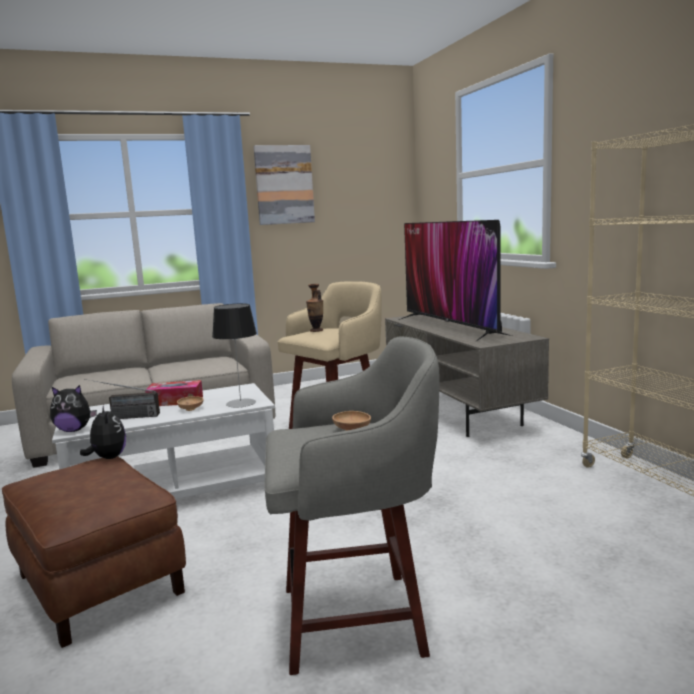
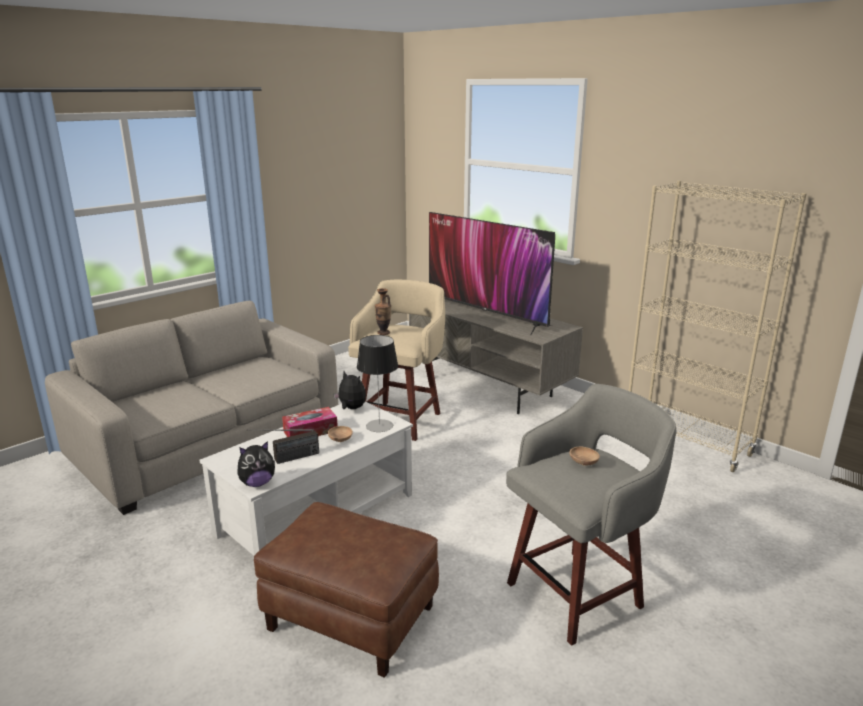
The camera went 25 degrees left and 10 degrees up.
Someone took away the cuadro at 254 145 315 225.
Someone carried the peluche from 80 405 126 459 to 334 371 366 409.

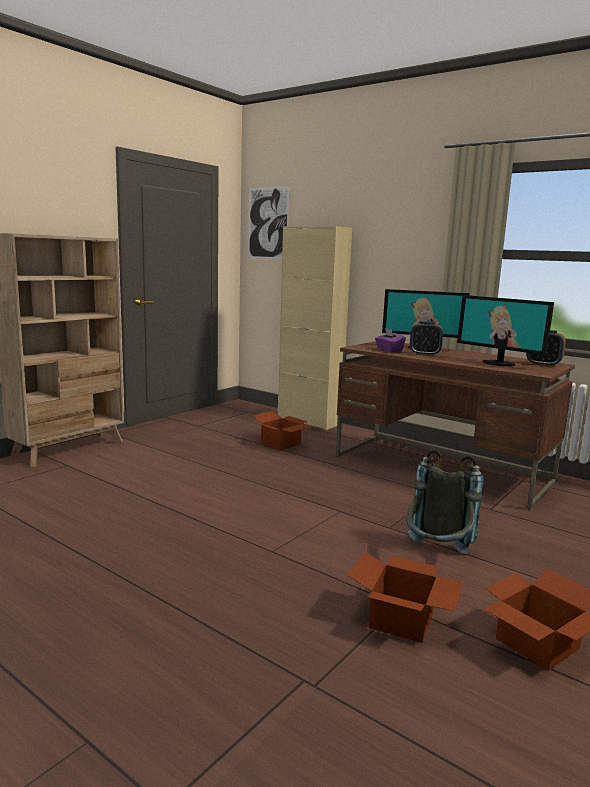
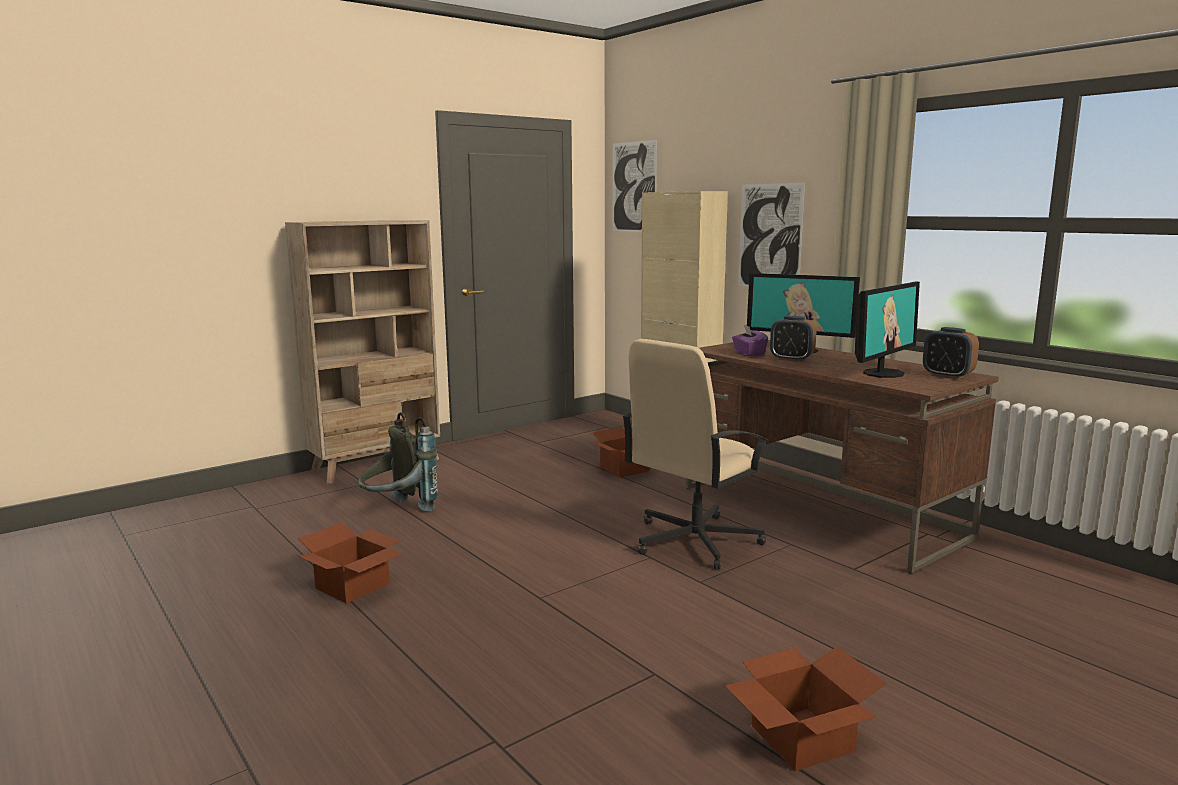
The camera went 15 degrees right and 0 degrees up.
Someone put down the silla de oficina (beis) at 622 339 768 569.
Someone put up the cuadro at 738 183 805 287.
Someone carried the caja de cartón from 348 551 463 643 to 297 523 403 604.
Someone carried the mochila (gris) from 406 450 484 554 to 359 412 438 511.
Someone rotated the monitor at 457 295 554 366 by 105 degrees counterclockwise.

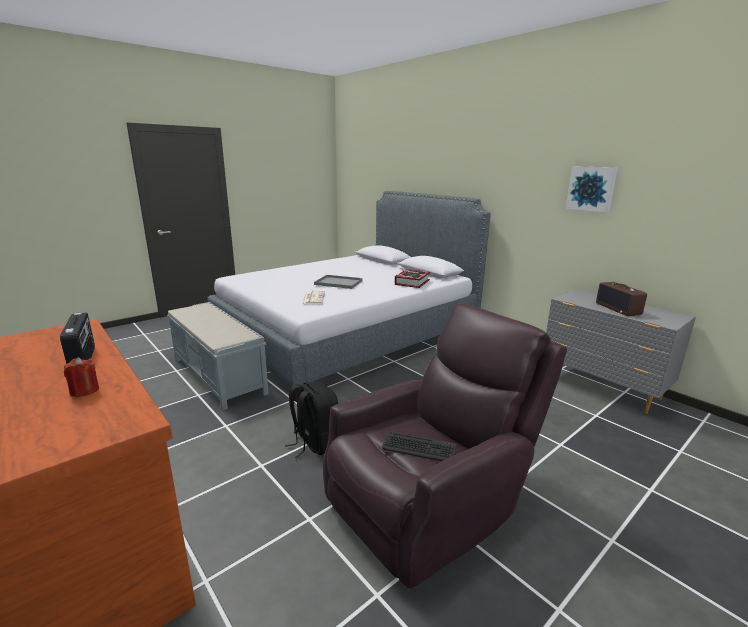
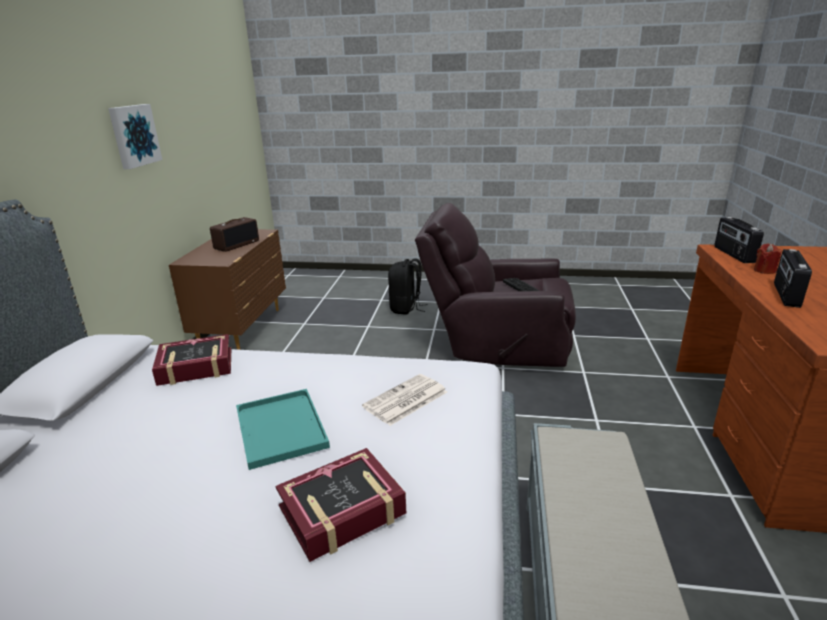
The camera went 130 degrees left and 5 degrees up.
Someone put down the libro at 276 448 406 562.
Someone put down the radio at 715 217 764 263.
Someone carried the mochila (negro) from 285 382 338 458 to 388 258 428 315.
Someone repainted the bandeja (gris) at 314 275 363 289, which became the bandeja (turquesa) at 236 389 330 470.
Someone repainted the cómoda (gris) at 546 290 696 414, which became the cómoda (marrón) at 169 229 286 350.

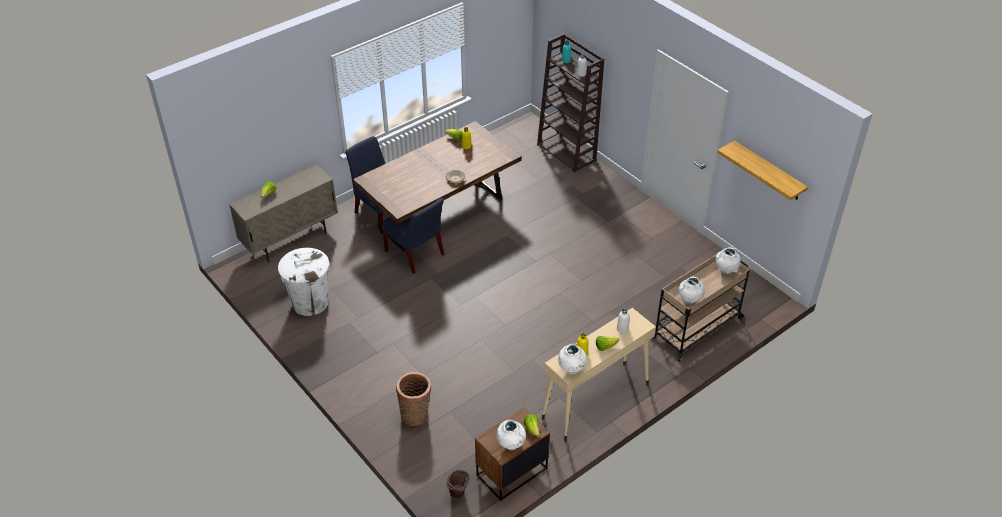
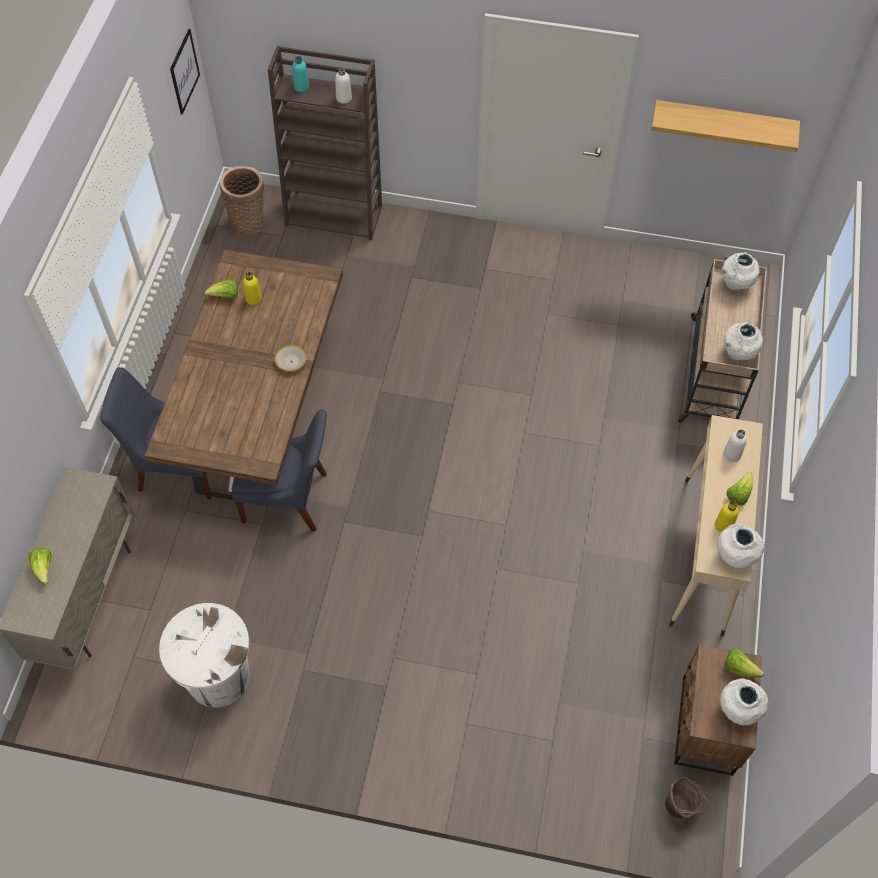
The camera went 40 degrees left and 15 degrees up.
Someone put up the cuadro at 170 29 200 115.
Someone carried the cesta from 396 372 431 426 to 220 166 264 236.

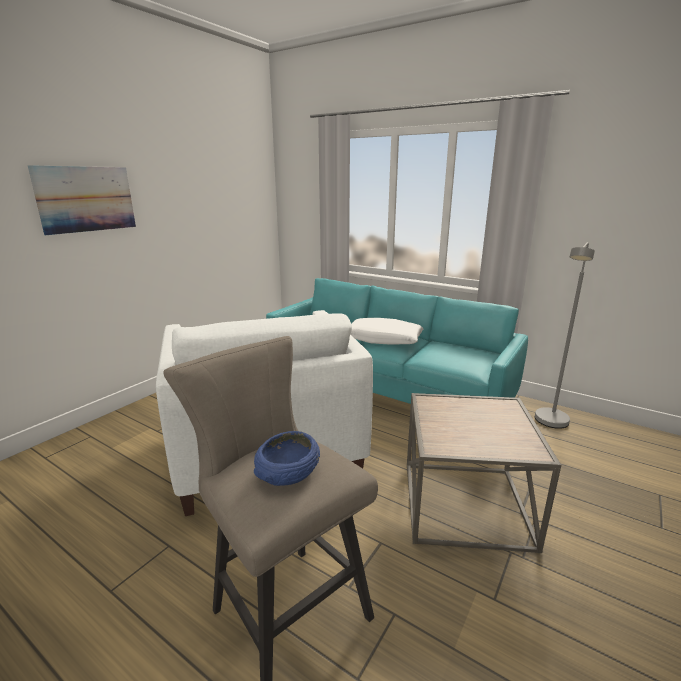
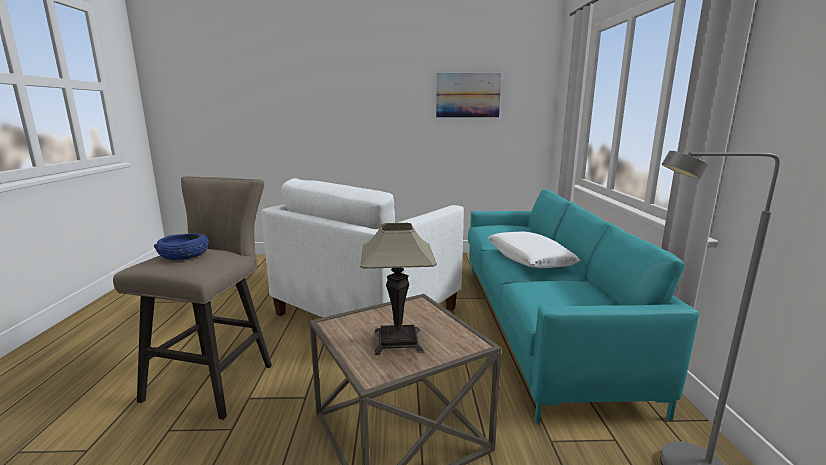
The camera went 55 degrees right and 5 degrees down.
Someone put down the lámpara de mesa at 360 223 437 355.
Someone carried the cuadro from 28 165 136 235 to 436 73 501 118.

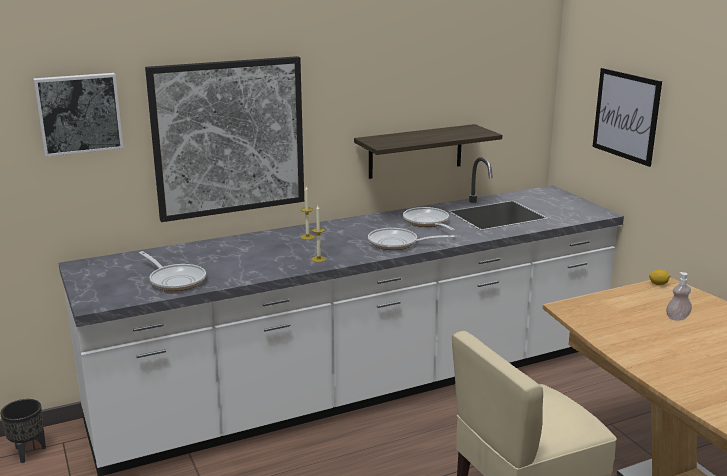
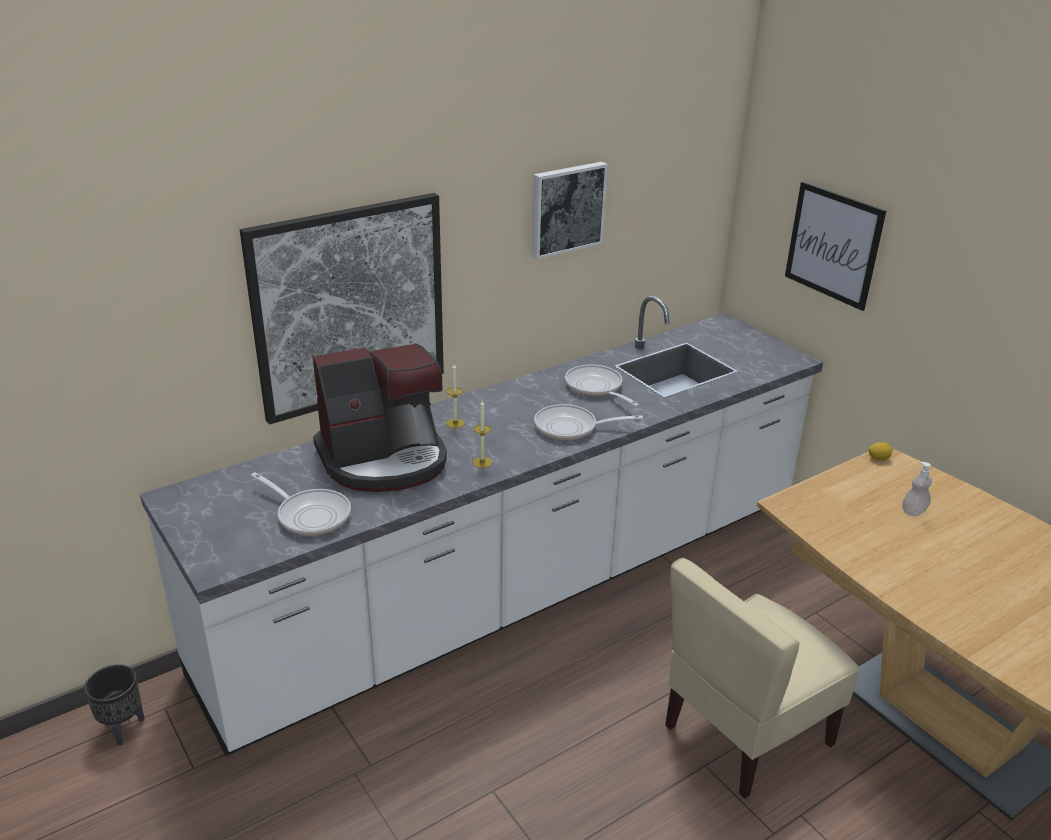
The camera went 10 degrees left and 10 degrees up.
Someone took away the estante at 354 124 502 179.
Someone put down the cafetera at 313 343 447 492.
Someone carried the cuadro from 33 73 124 157 to 531 162 608 259.

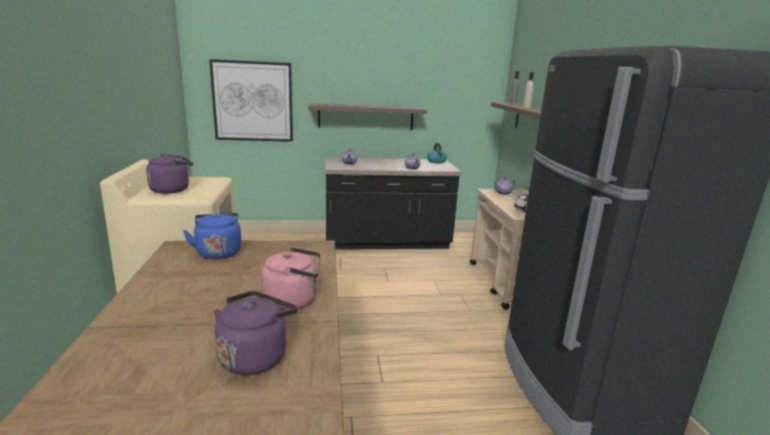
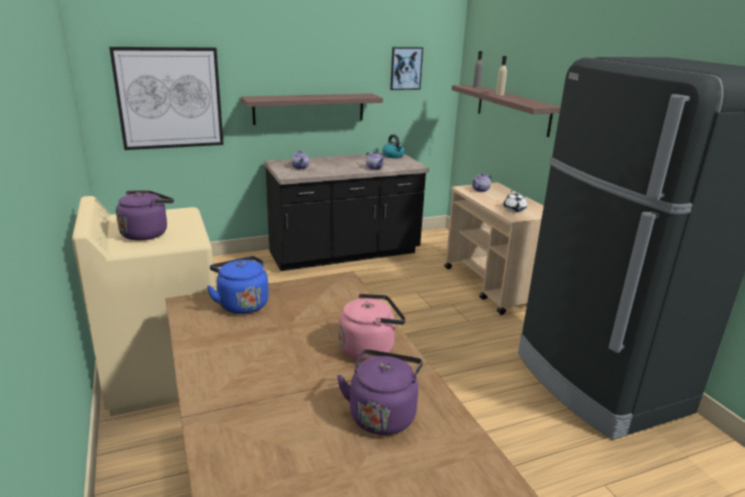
The camera went 15 degrees left and 5 degrees up.
Someone put up the cuadro at 390 47 423 90.

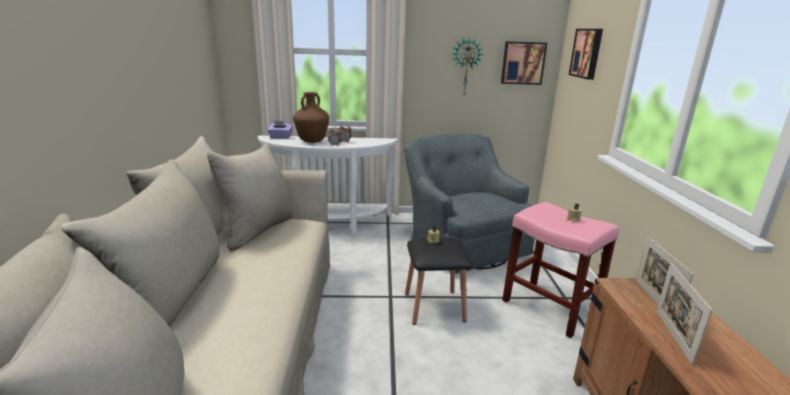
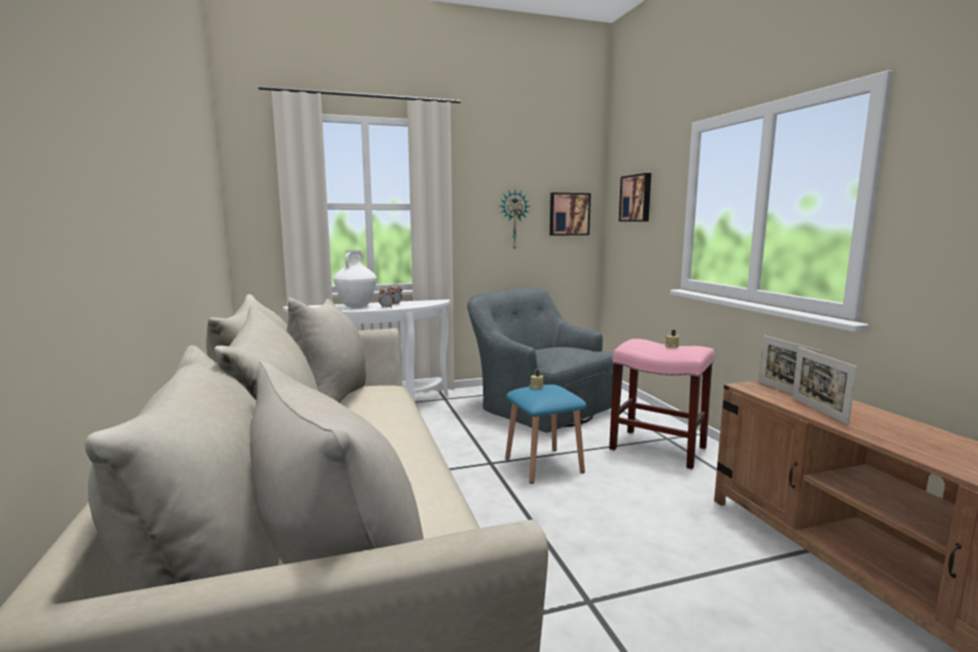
The camera went 15 degrees left and 10 degrees down.
Someone took away the caja de pañuelos (morado) at 268 121 293 139.
Someone repainted the florero (marrón) at 293 92 329 143, which became the florero (blanco) at 333 250 377 308.
Someone repainted the taburete (negro) at 405 238 472 325, which became the taburete (azul) at 505 384 586 484.

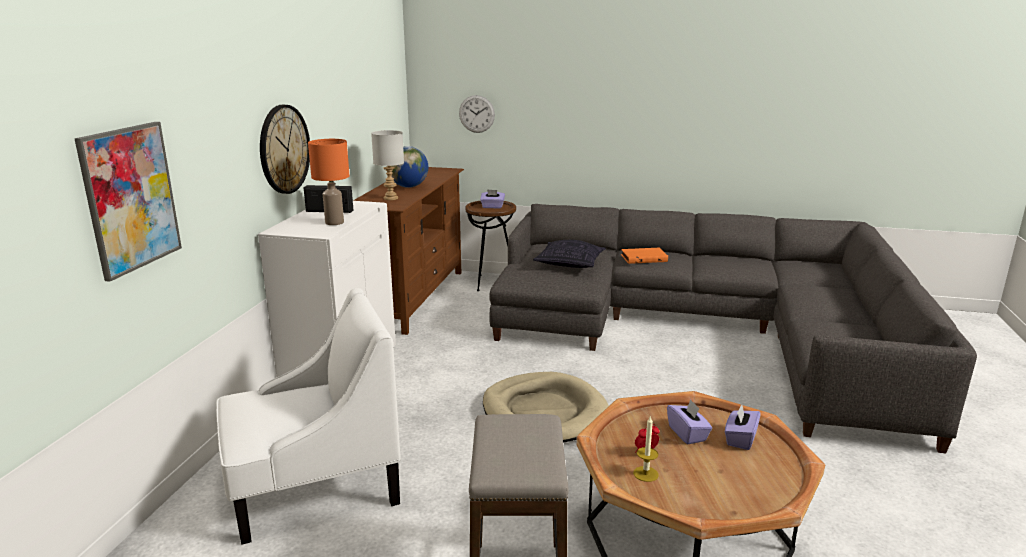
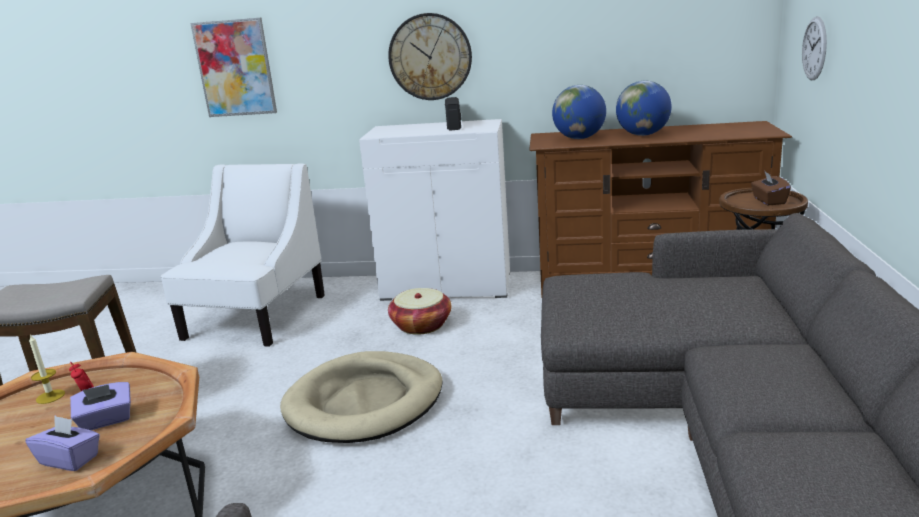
The camera went 85 degrees right and 0 degrees up.
Someone took away the lámpara de mesa (naranja) at 308 139 350 225.
Someone took away the cojín at 533 240 606 268.
Someone took away the libro (naranja) at 621 248 668 264.
Someone put down the cesta at 388 288 452 335.
Someone swapped the lámpara de mesa (gris) at 371 130 404 200 for the globo terráqueo at 552 85 606 139.
Someone repainted the caja de pañuelos (morado) at 480 189 505 209, which became the caja de pañuelos (marrón) at 751 172 791 205.
Someone rotated the sillón (blanco) at 216 288 401 545 by 135 degrees counterclockwise.

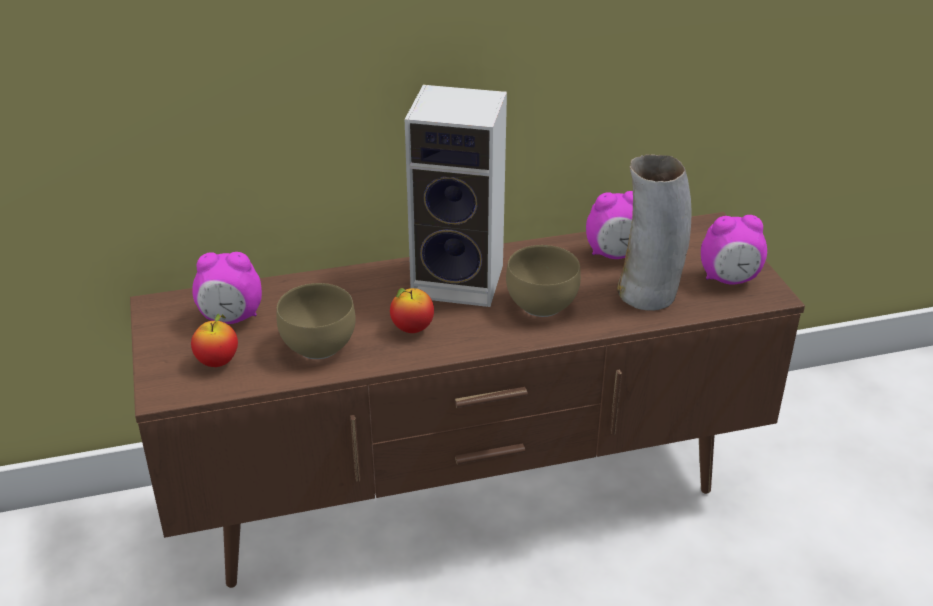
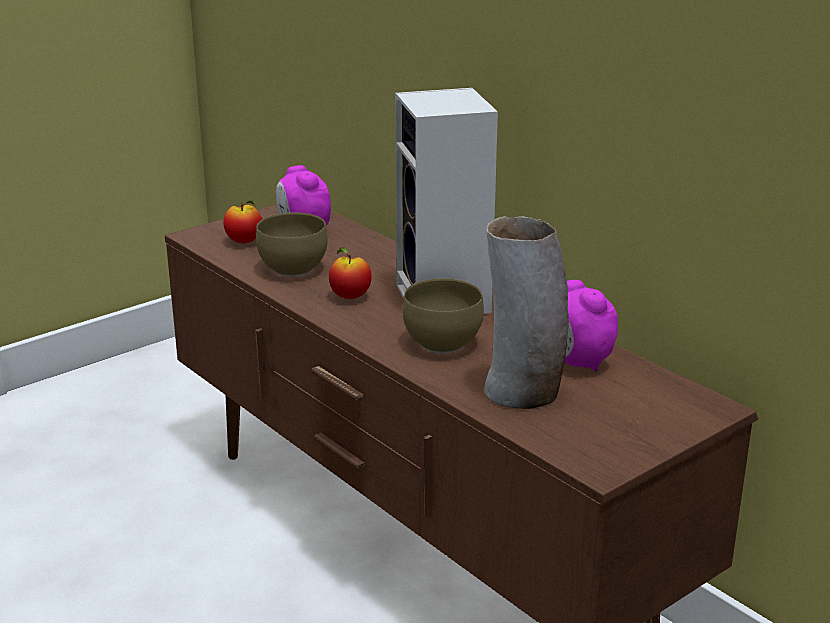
The camera went 65 degrees right and 10 degrees down.
Someone took away the despertador at 701 215 767 285.

